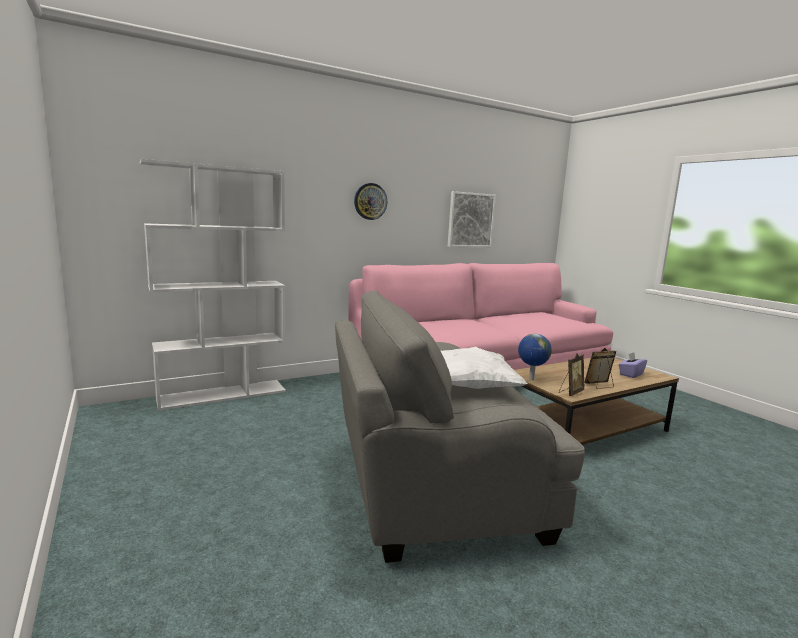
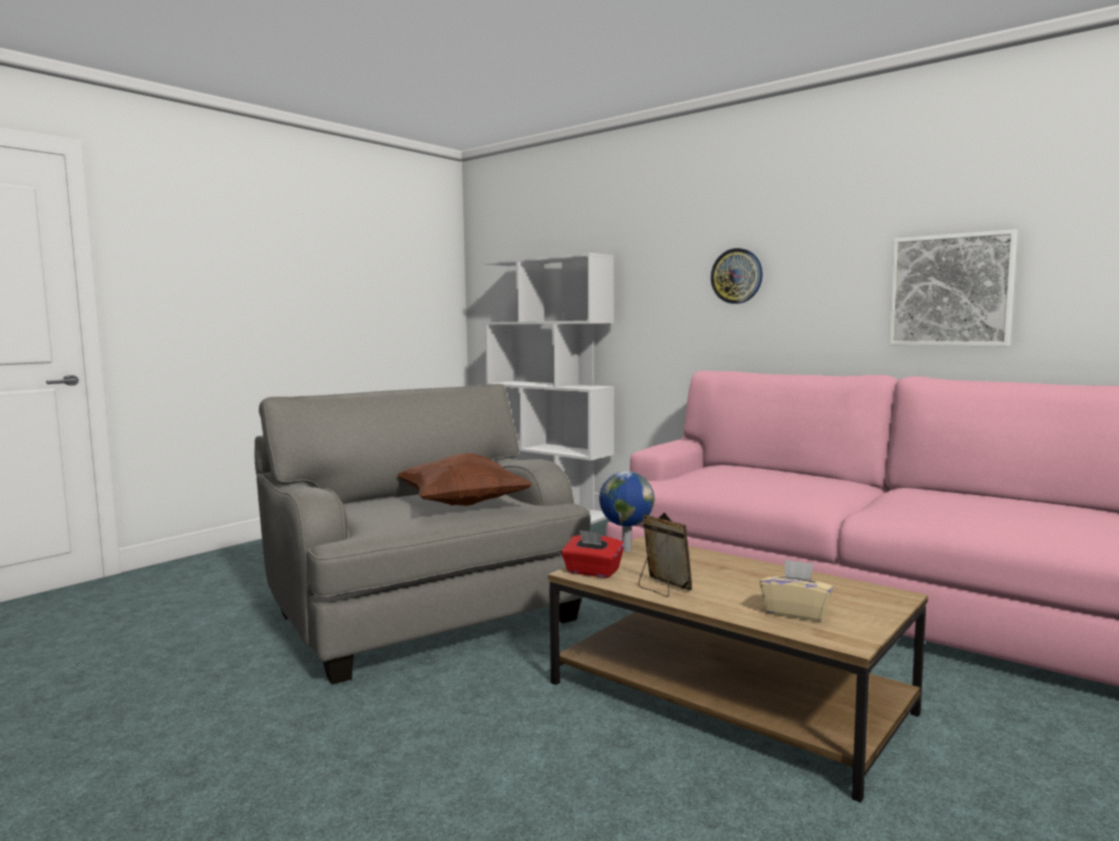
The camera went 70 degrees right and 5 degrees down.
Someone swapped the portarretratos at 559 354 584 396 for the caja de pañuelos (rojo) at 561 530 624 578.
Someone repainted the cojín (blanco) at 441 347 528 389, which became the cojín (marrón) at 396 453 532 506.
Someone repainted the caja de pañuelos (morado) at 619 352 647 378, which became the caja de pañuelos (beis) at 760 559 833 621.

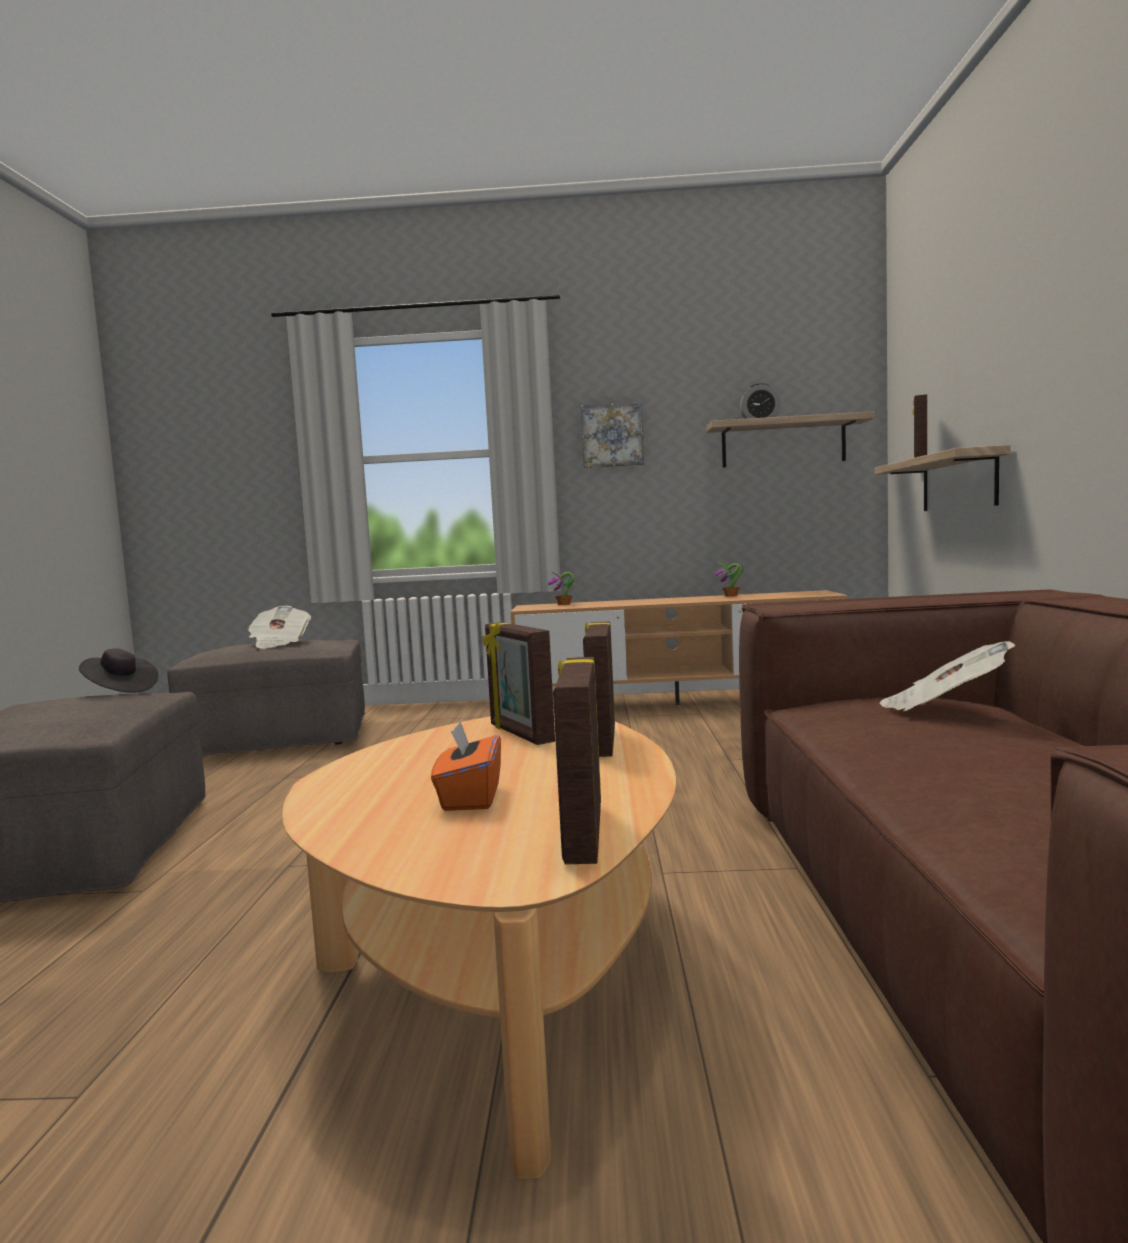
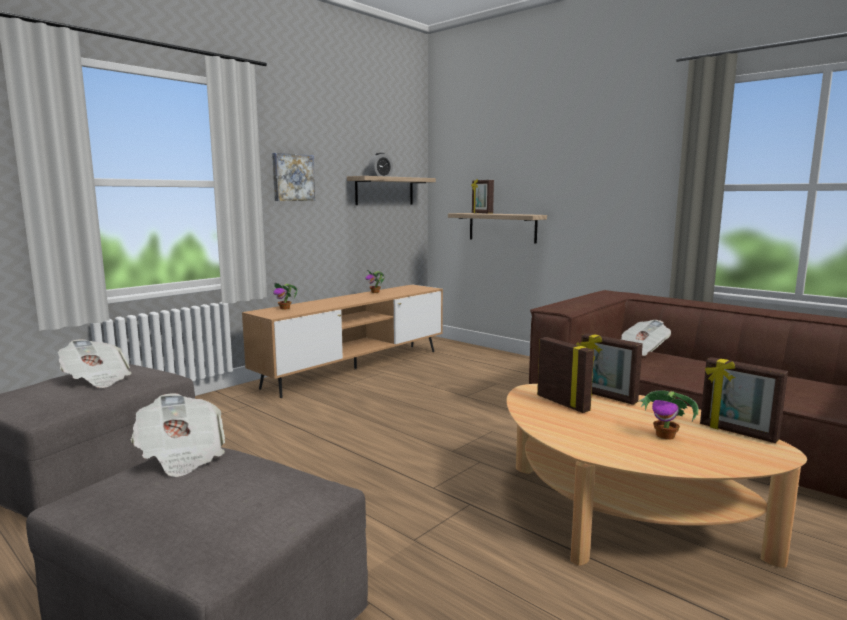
The camera went 50 degrees left and 5 degrees up.
Someone swapped the sombrero (negro) at 79 648 158 693 for the periódico at 131 393 225 477.
Someone swapped the caja de pañuelos (naranja) at 431 721 501 811 for the planta en maceta at 639 390 699 439.
Someone rotated the portarretratos at 482 622 555 745 by 135 degrees counterclockwise.

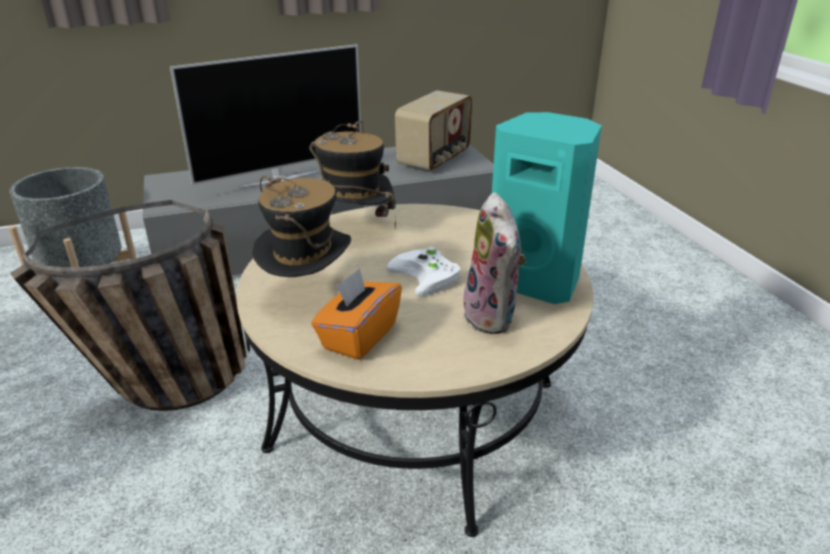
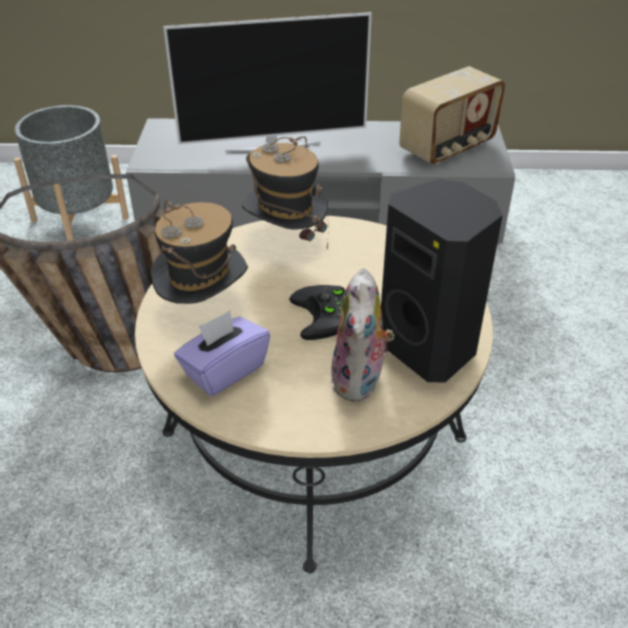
The camera went 20 degrees right and 10 degrees up.
Someone repainted the caja de pañuelos (naranja) at 311 268 402 360, which became the caja de pañuelos (morado) at 174 310 270 396.
Someone repainted the mando de consola (blanco) at 386 247 461 297, which became the mando de consola (negro) at 289 285 346 340.
Someone repainted the altavoz (turquesa) at 492 112 602 304, which became the altavoz (negro) at 381 179 503 383.

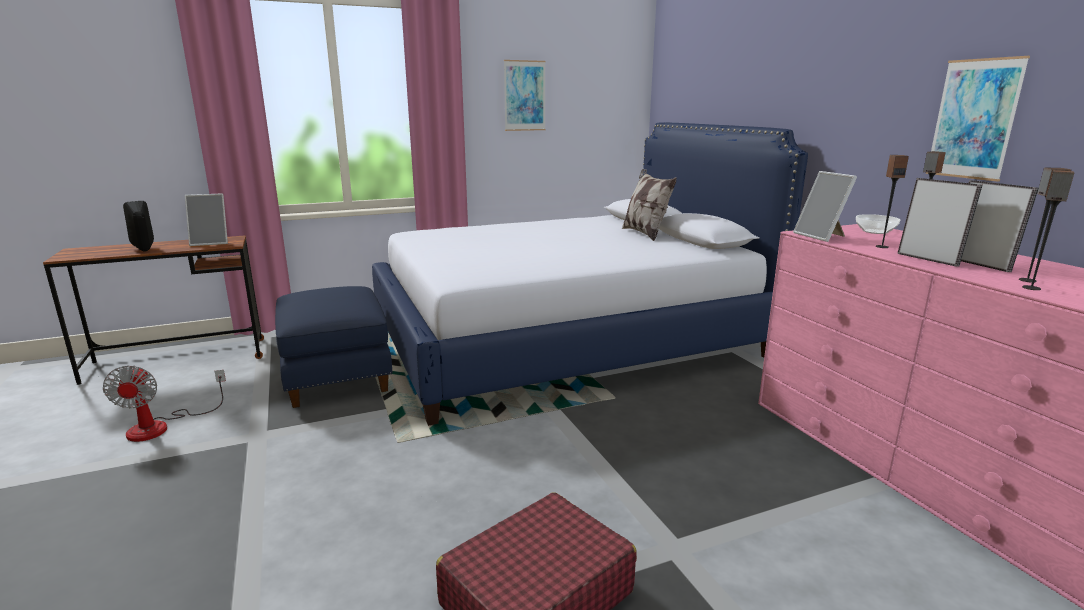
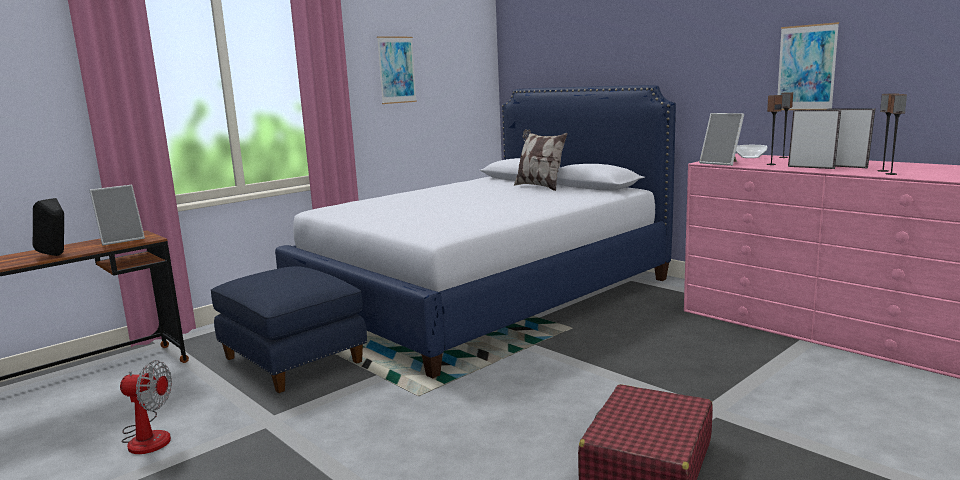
The camera went 20 degrees left and 5 degrees down.
Someone rotated the ventilador at 103 366 226 442 by 45 degrees counterclockwise.

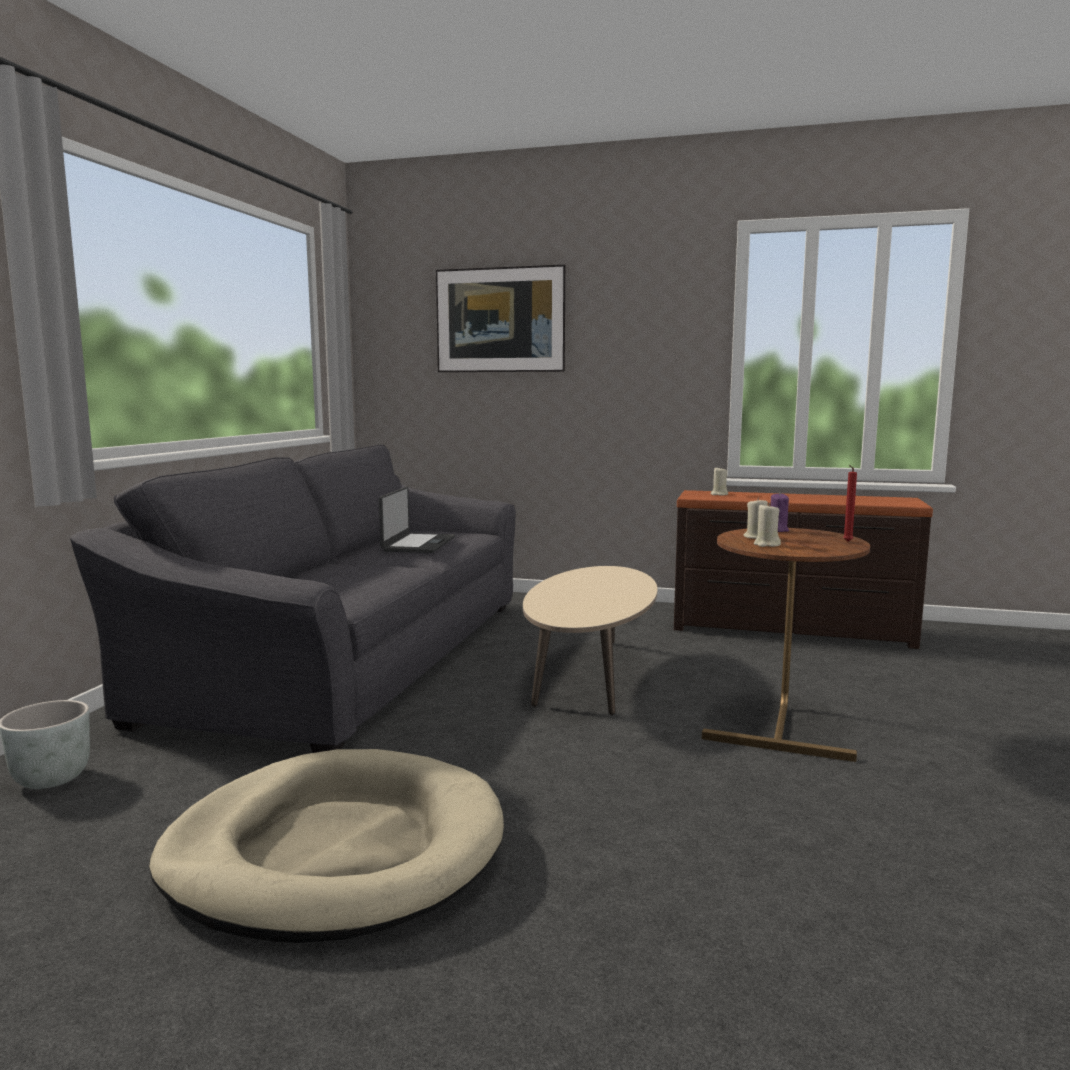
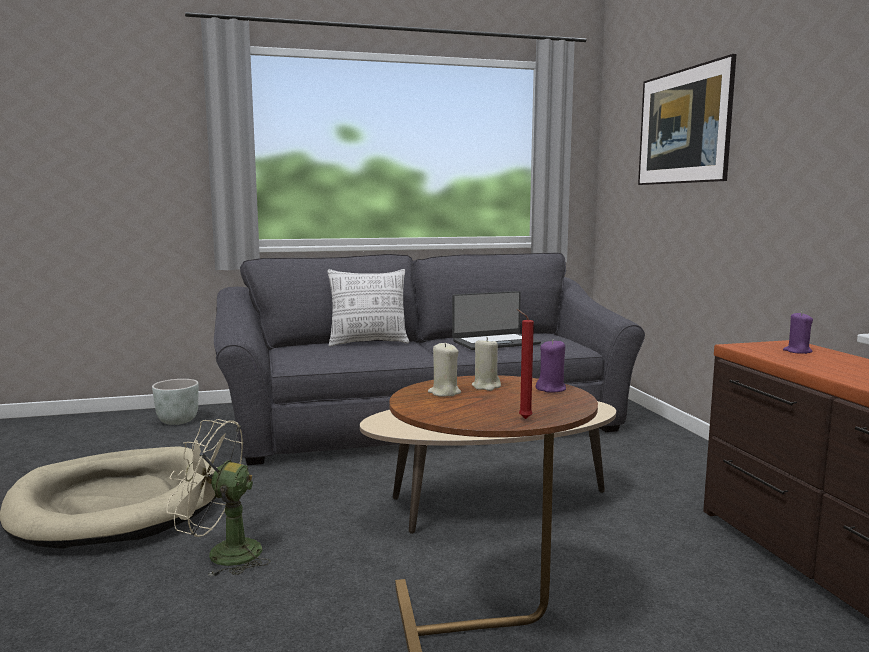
The camera went 60 degrees right and 0 degrees up.
Someone put down the ventilador (beis) at 166 419 271 577.
Someone put down the cojín at 328 269 409 347.
Someone repainted the vela (beis) at 711 466 728 495, which became the vela (morado) at 783 312 813 354.

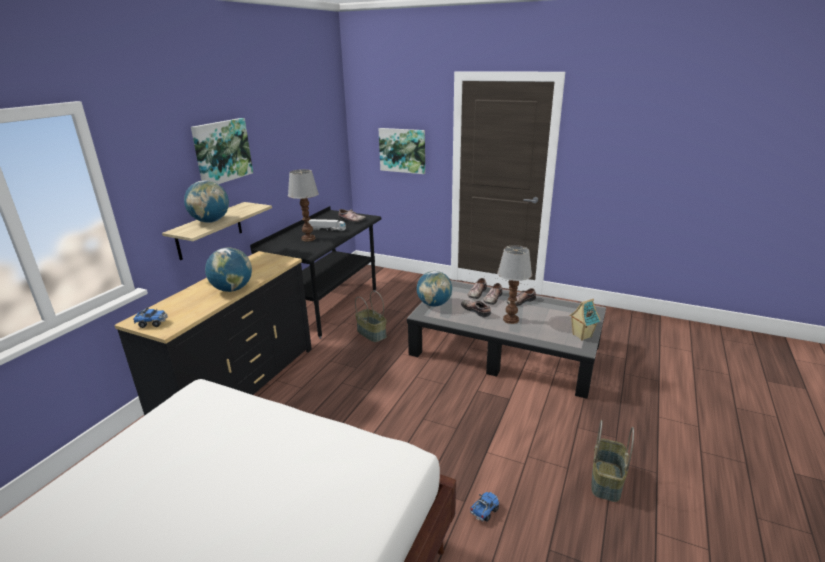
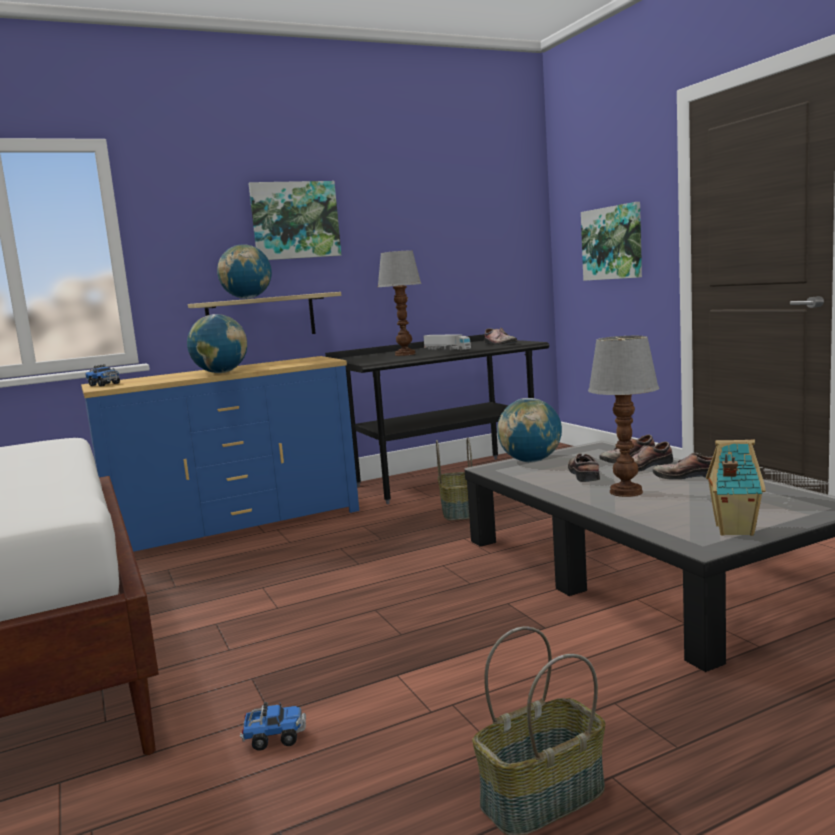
The camera went 40 degrees right and 15 degrees down.
Someone repainted the cómoda (negro) at 114 251 312 416, which became the cómoda (azul) at 81 356 359 552.

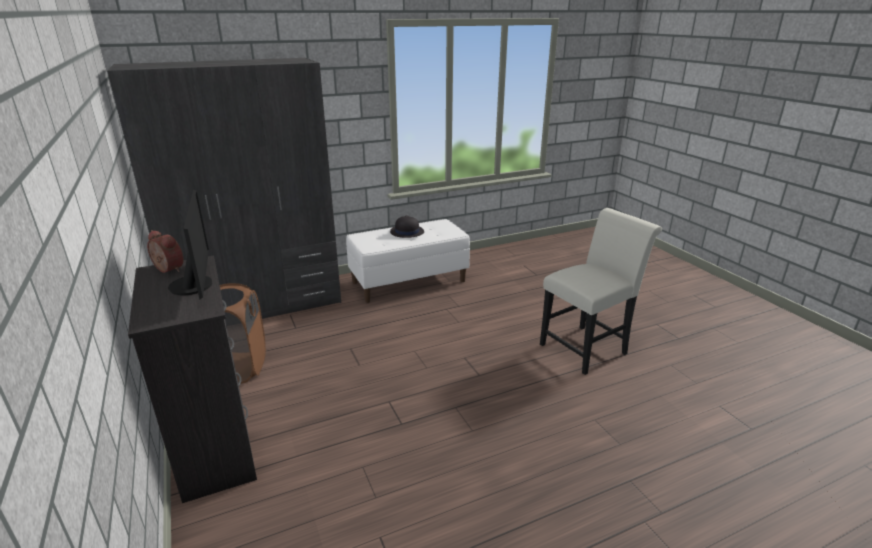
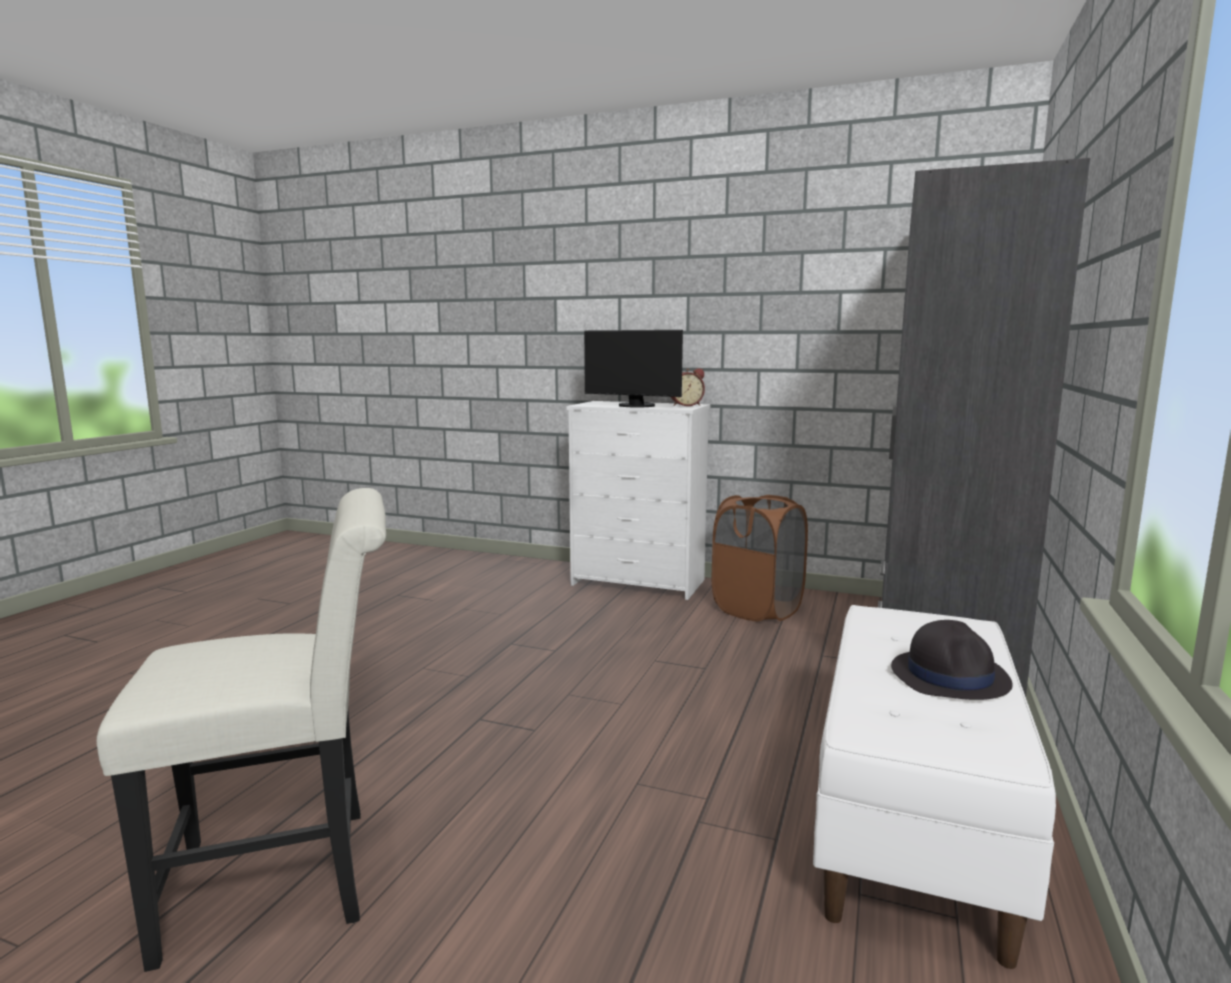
The camera went 135 degrees right and 15 degrees down.
Someone repainted the cómoda (negro) at 128 256 257 503, which became the cómoda (blanco) at 567 401 710 600.
Someone rotated the silla (blanco) at 540 208 662 375 by 120 degrees counterclockwise.

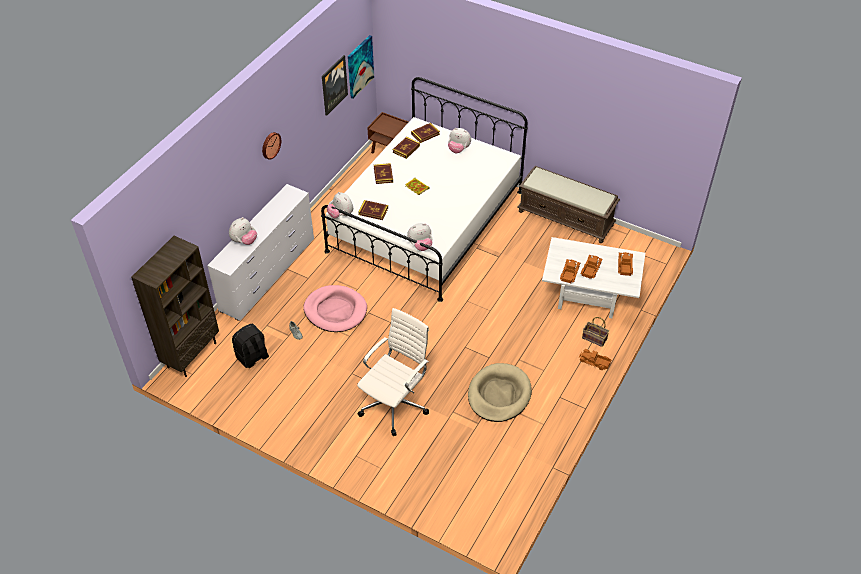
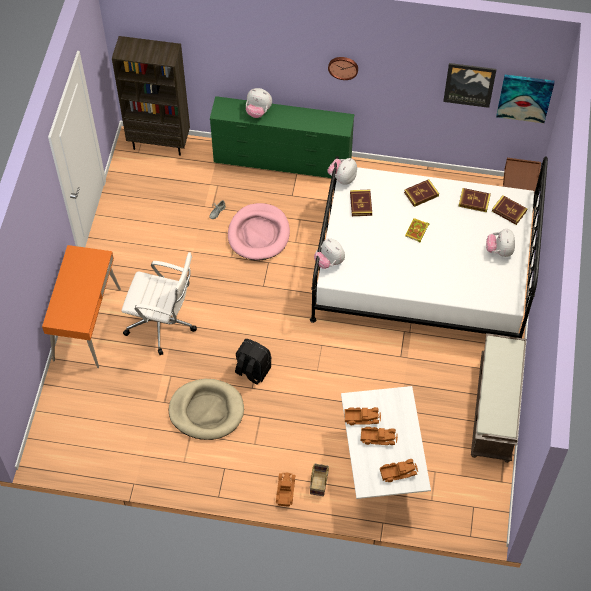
The camera went 70 degrees right and 10 degrees up.
Someone put down the escritorio (naranja) at 42 245 121 368.
Someone carried the mochila (negro) from 232 324 269 368 to 235 339 272 385.
Someone repainted the cómoda (blanco) at 207 184 314 321, which became the cómoda (verde) at 210 96 354 178.

